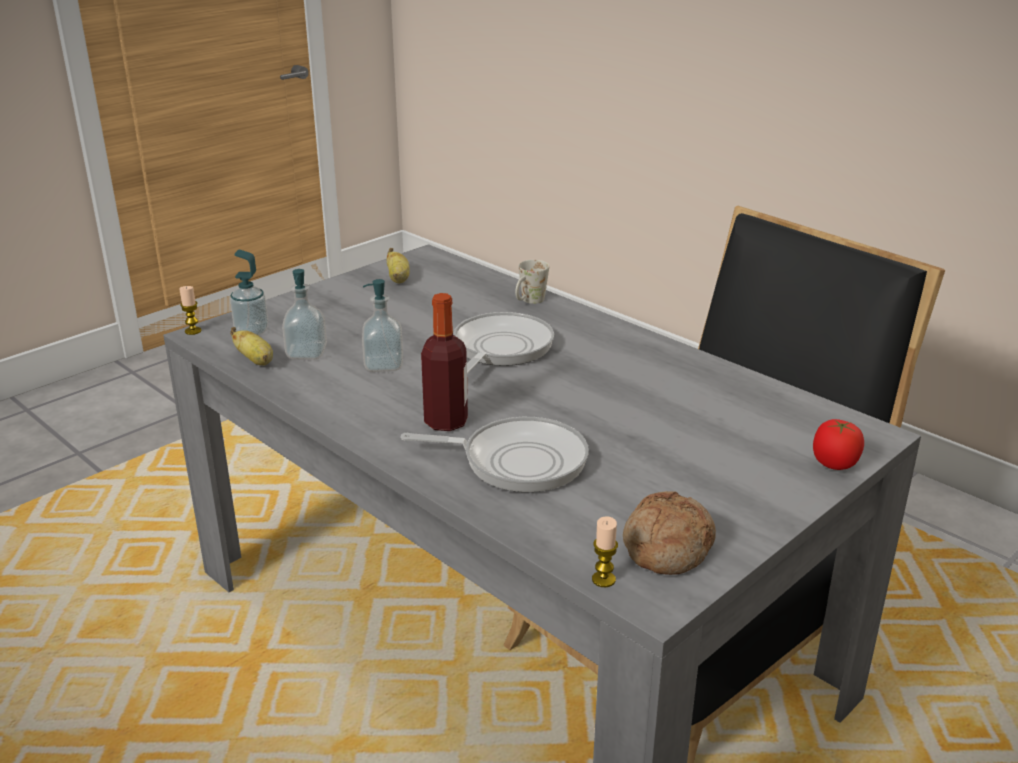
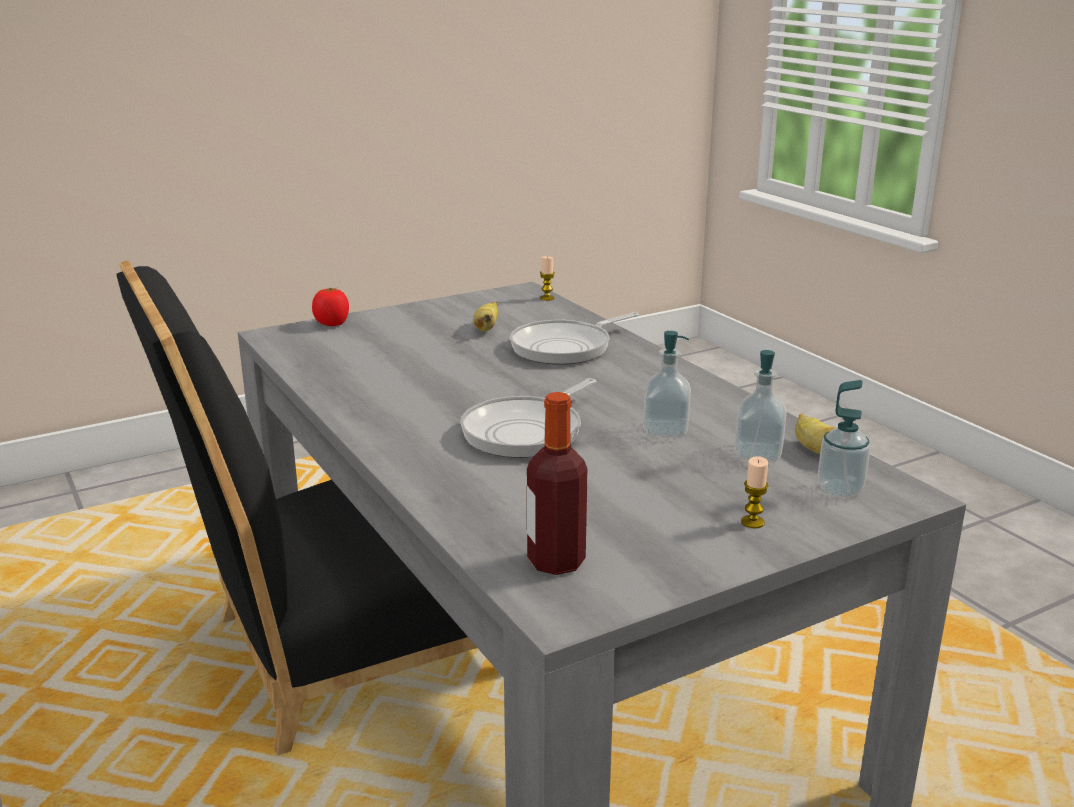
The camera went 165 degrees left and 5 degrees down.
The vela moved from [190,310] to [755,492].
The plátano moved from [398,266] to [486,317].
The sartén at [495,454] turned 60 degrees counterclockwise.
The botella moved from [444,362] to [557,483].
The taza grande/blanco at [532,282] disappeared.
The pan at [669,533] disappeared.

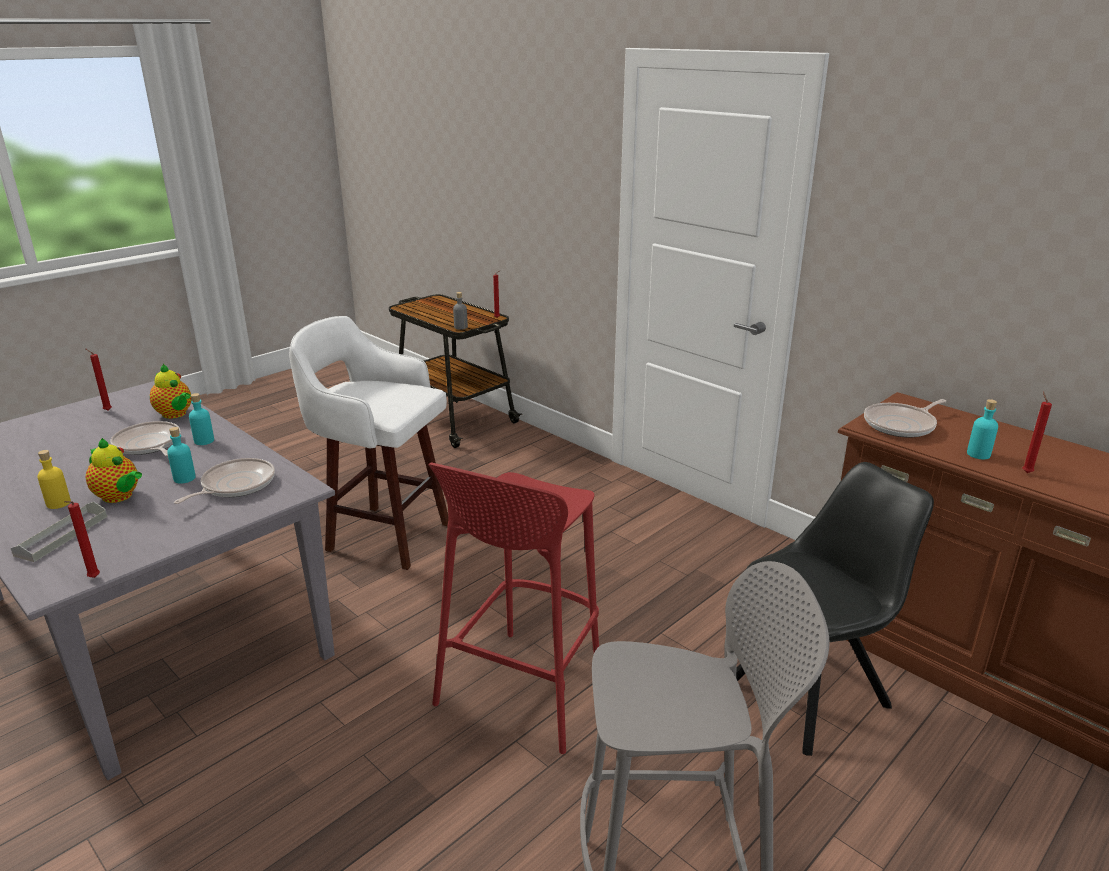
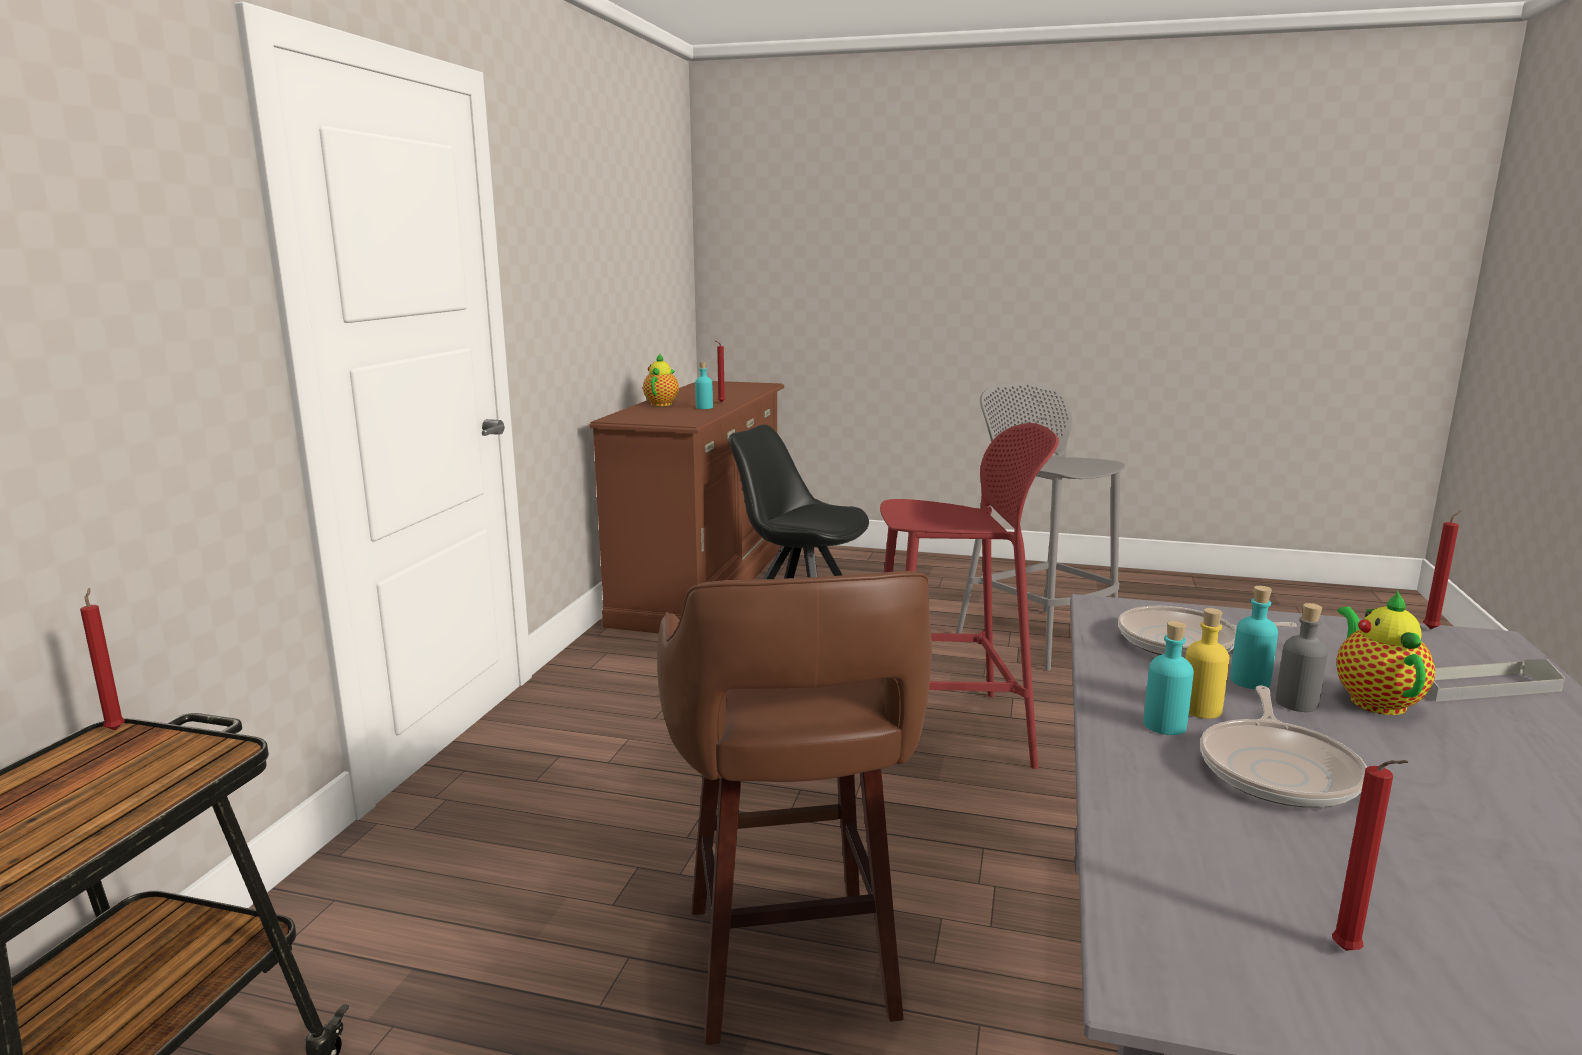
The camera went 120 degrees left and 10 degrees down.
The botella/amarillo moved from [54,479] to [1207,663].
The tetera moved from [171,391] to [661,380].
The taburete/blanco at [369,443] became the taburete/marrón at [794,808].
The botella/gris moved from [460,311] to [1301,657].
The sartén at [905,418] disappeared.

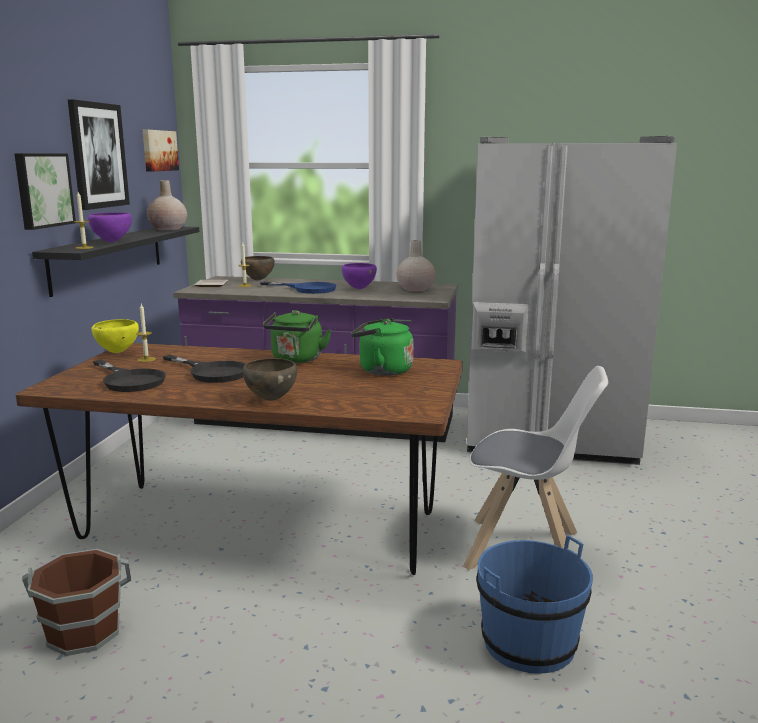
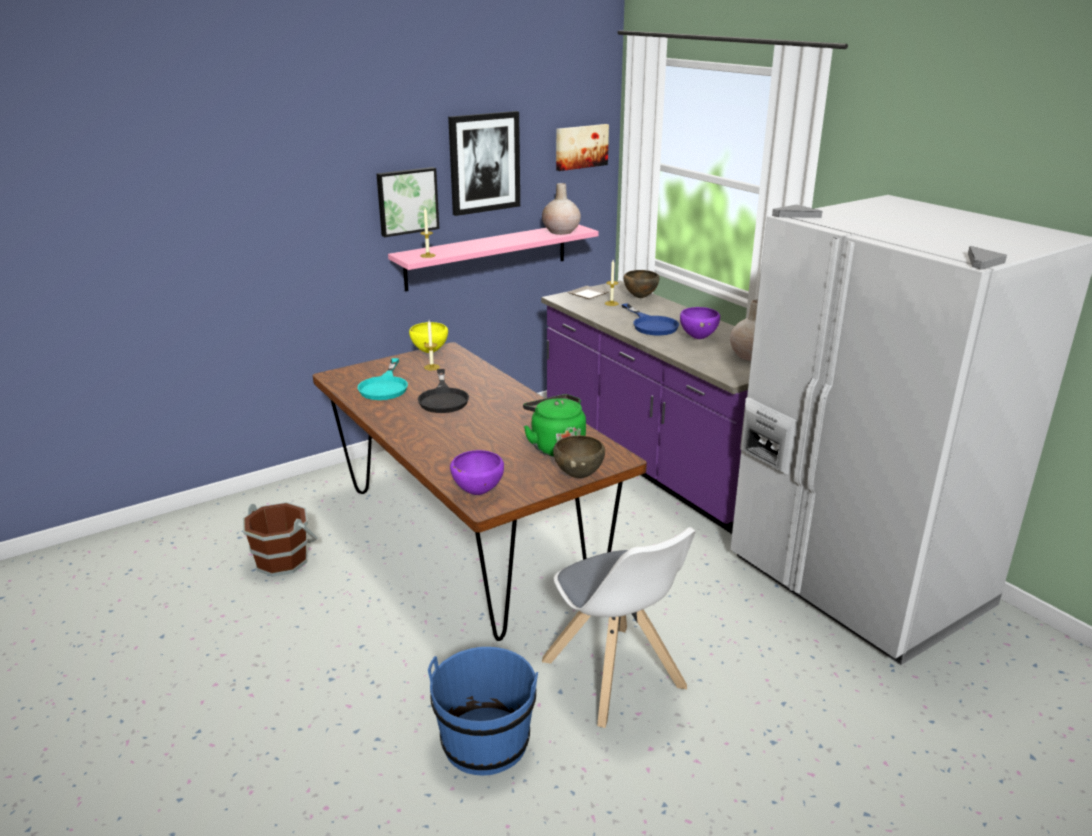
The camera went 45 degrees right and 10 degrees up.
The estante/negro at [115,262] became the estante/rosa at [493,258].
The cuenco/morado moved from [110,227] to [477,472].
The sartén/negro at [129,376] became the sartén/turquesa at [382,379].
The cuenco/marrón moved from [270,379] to [579,456].
The hervidor/verde at [297,336] disappeared.

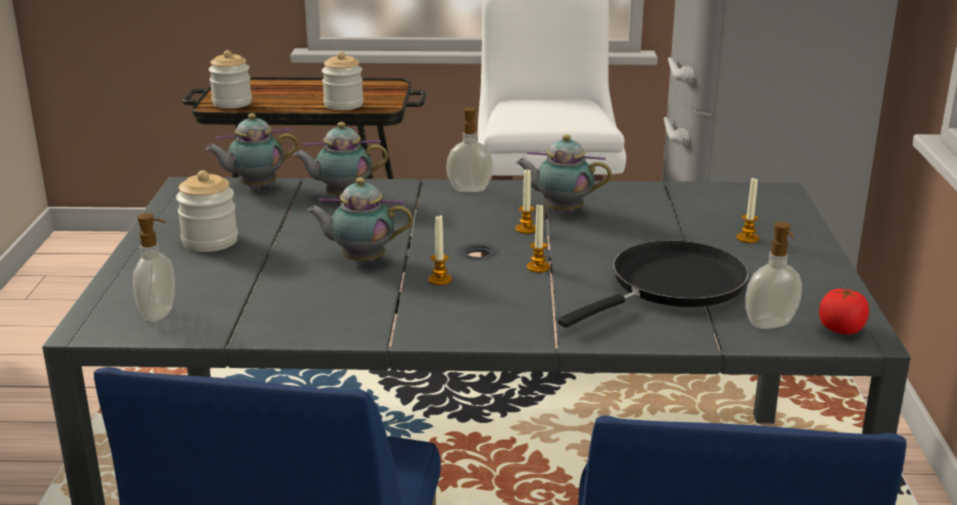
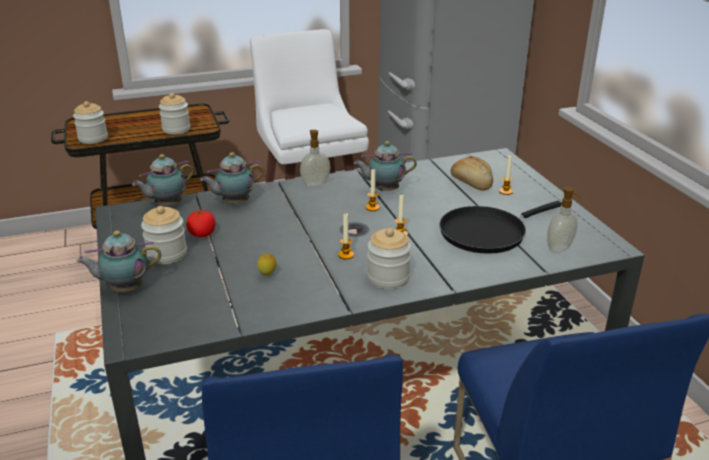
The camera went 20 degrees left and 5 degrees up.
The dispensador de jabón at [154,267] disappeared.
The tetera moved from [360,219] to [119,261].
The sartén/negro at [653,284] turned 150 degrees counterclockwise.
The tomate moved from [844,310] to [201,223].
The limón at [266,264] appeared.
The tarro at [389,258] appeared.
The pan at [472,173] appeared.

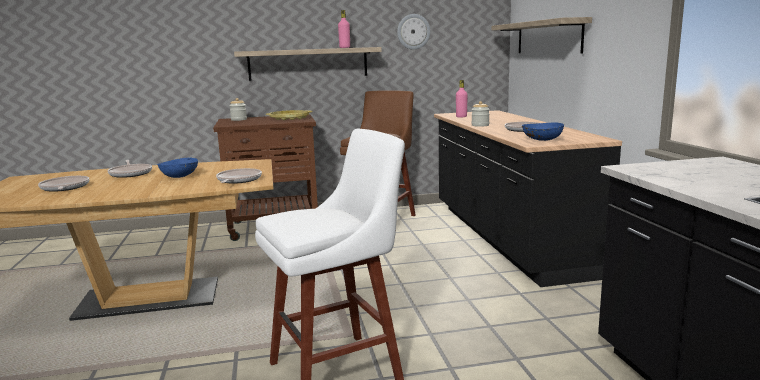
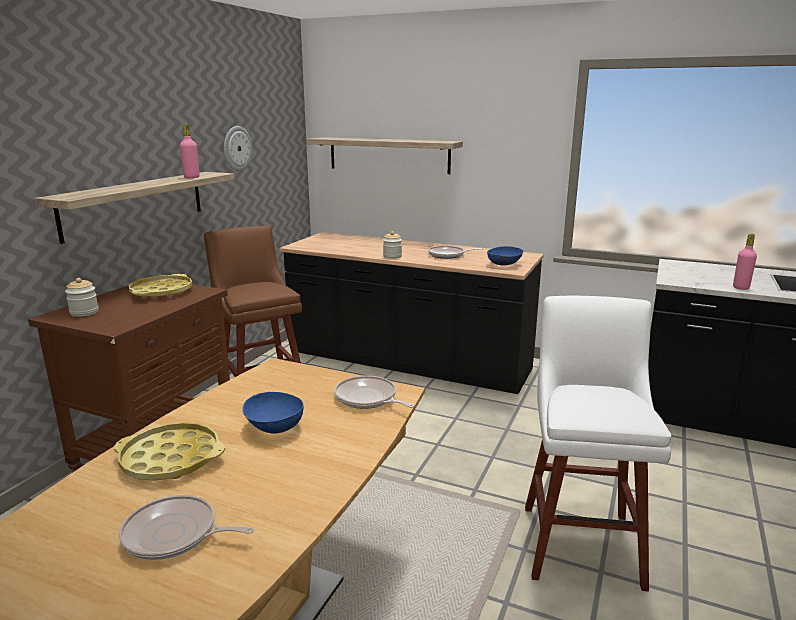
The camera went 55 degrees left and 5 degrees up.
The sartén at [130,169] was replaced by the bandeja/amarillo at [169,451].
The botella/rosa moved from [462,99] to [745,262].

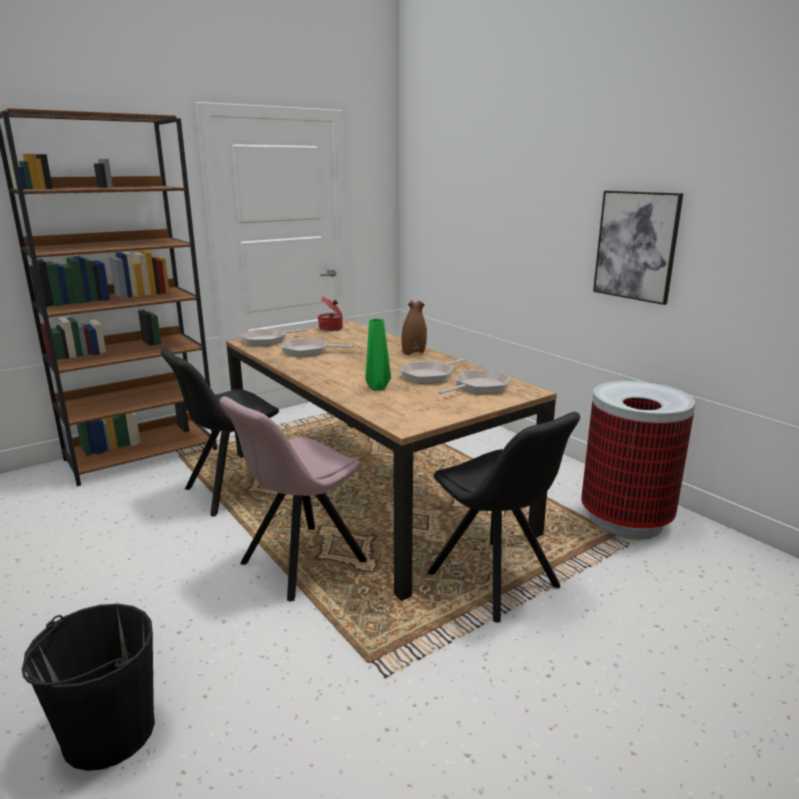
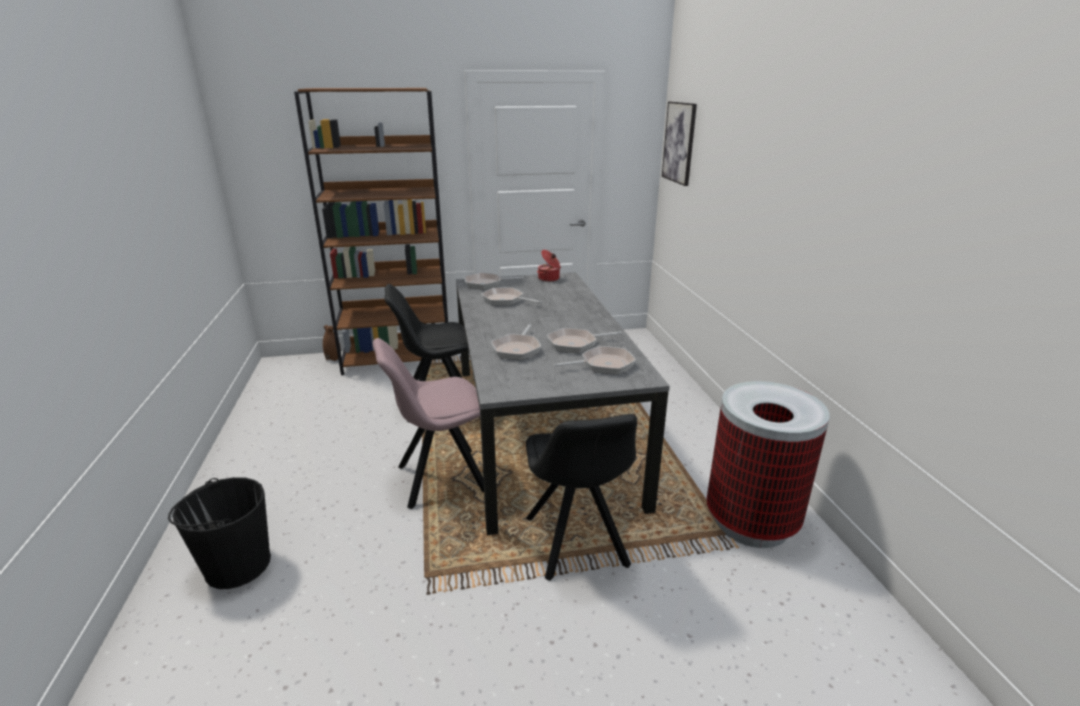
The camera went 25 degrees right and 5 degrees up.
The mesa de comedor/marrón at [391,461] became the mesa de comedor/gris at [563,403].
The florero/verde at [378,355] was replaced by the sartén at [516,342].
The florero/marrón moved from [414,327] to [332,343].
The cuadro moved from [638,248] to [679,144].

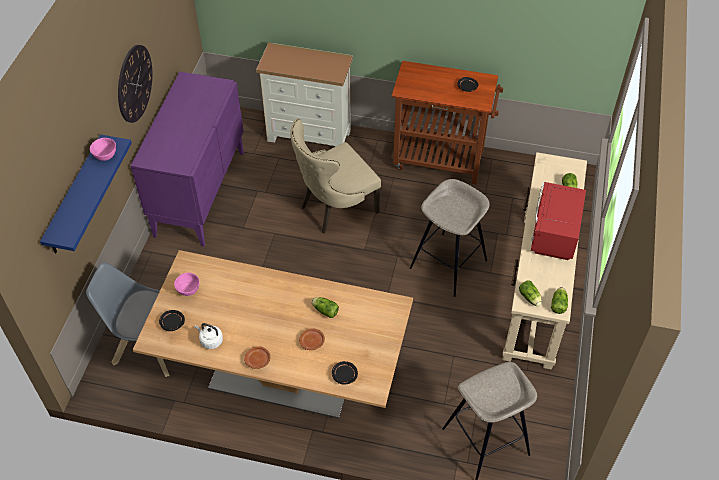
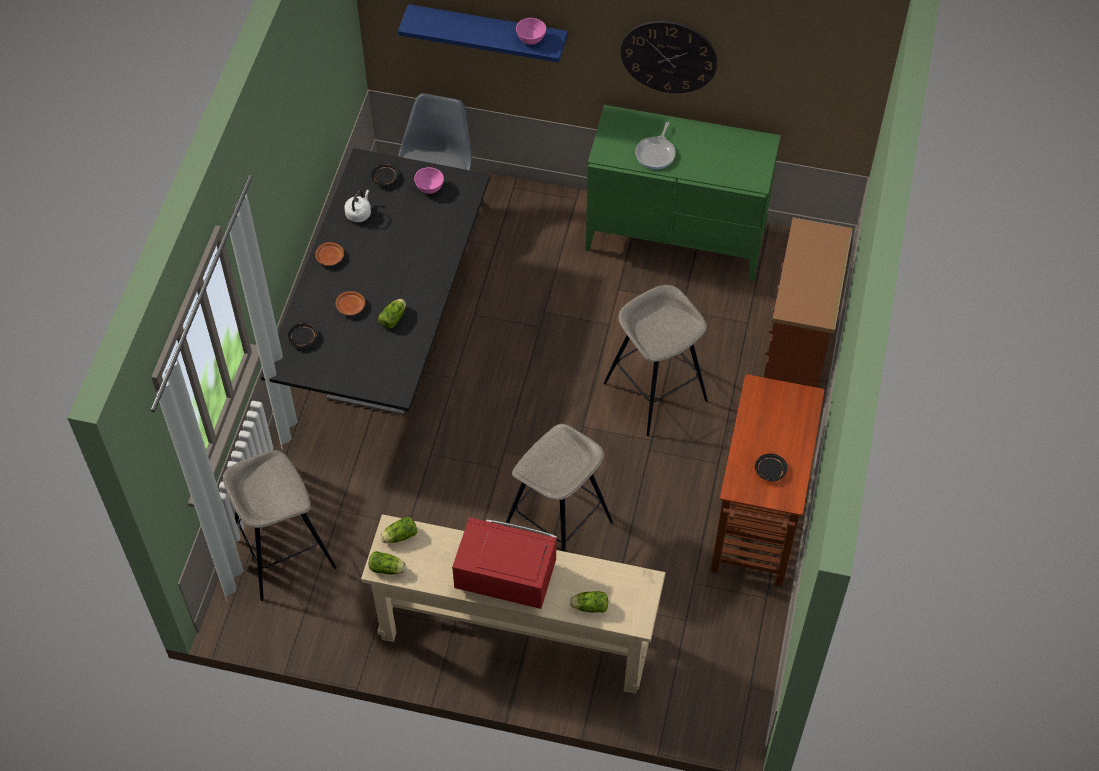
The camera went 90 degrees right and 5 degrees up.
The armario/morado at [187,159] became the armario/verde at [683,193].
The mesa de comedor/beis at [273,334] became the mesa de comedor/negro at [375,281].
The cómoda/blanco at [304,94] became the cómoda/marrón at [808,303].
The silla/beis at [335,176] was replaced by the taburete/gris at [656,360].
The sartén at [655,145] appeared.

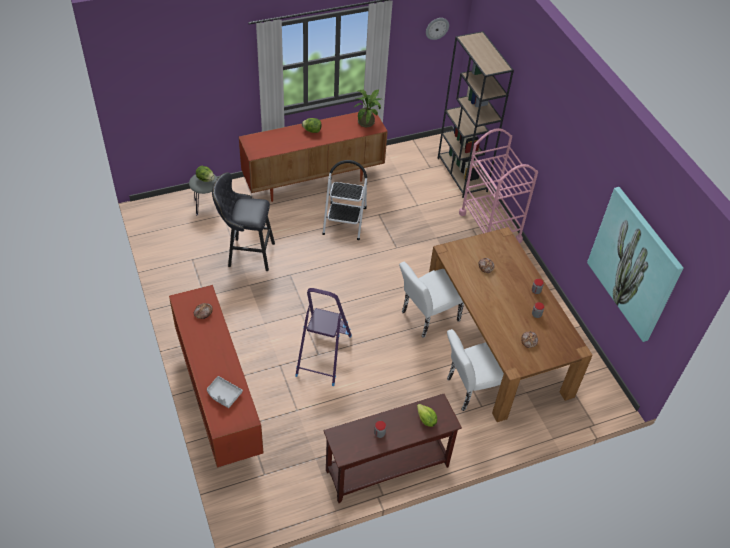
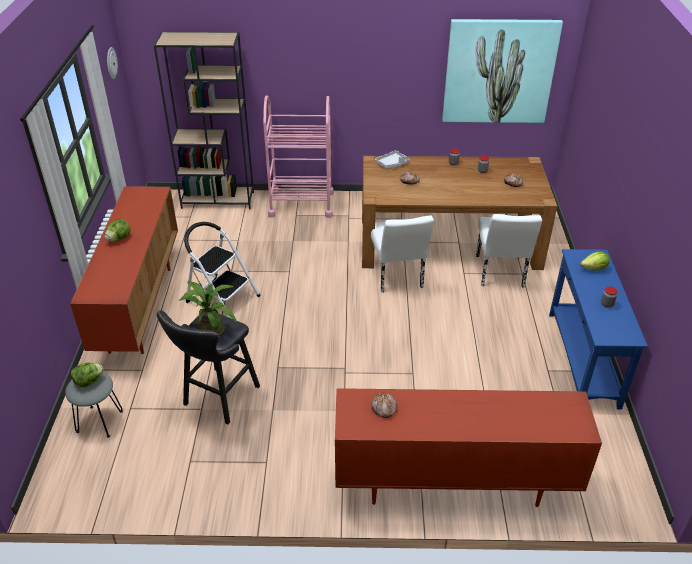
The camera went 65 degrees left and 10 degrees down.
The bandeja/gris moved from [225,392] to [392,159].
The escalera de tijera/morado at [323,337] disappeared.
The mesa consola/marrón at [392,448] became the mesa consola/azul at [598,329].
The planta en maceta moved from [367,108] to [208,308].

